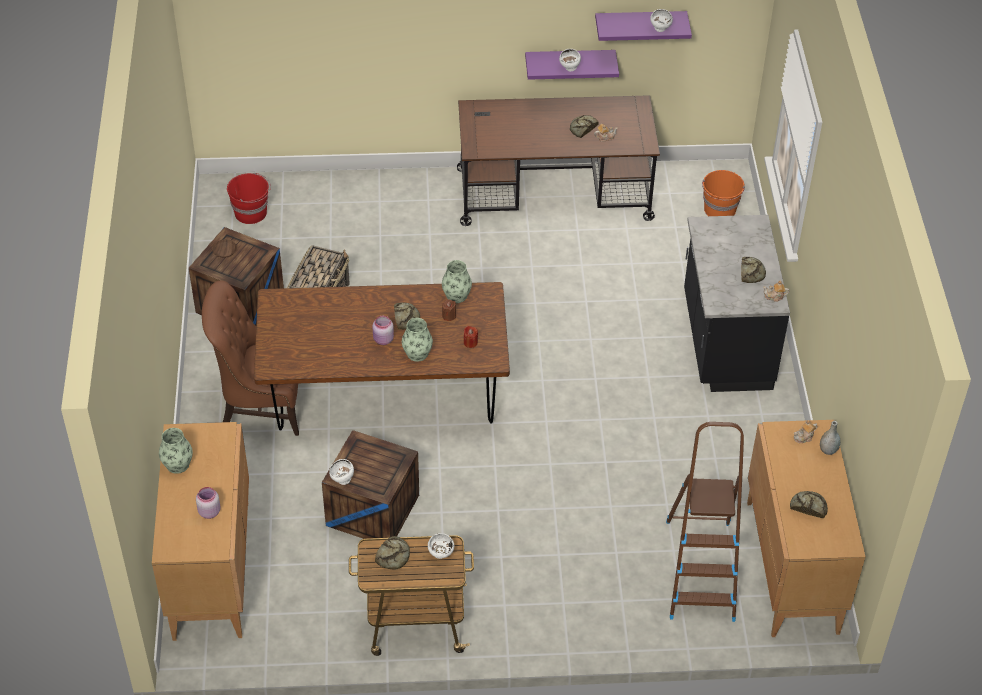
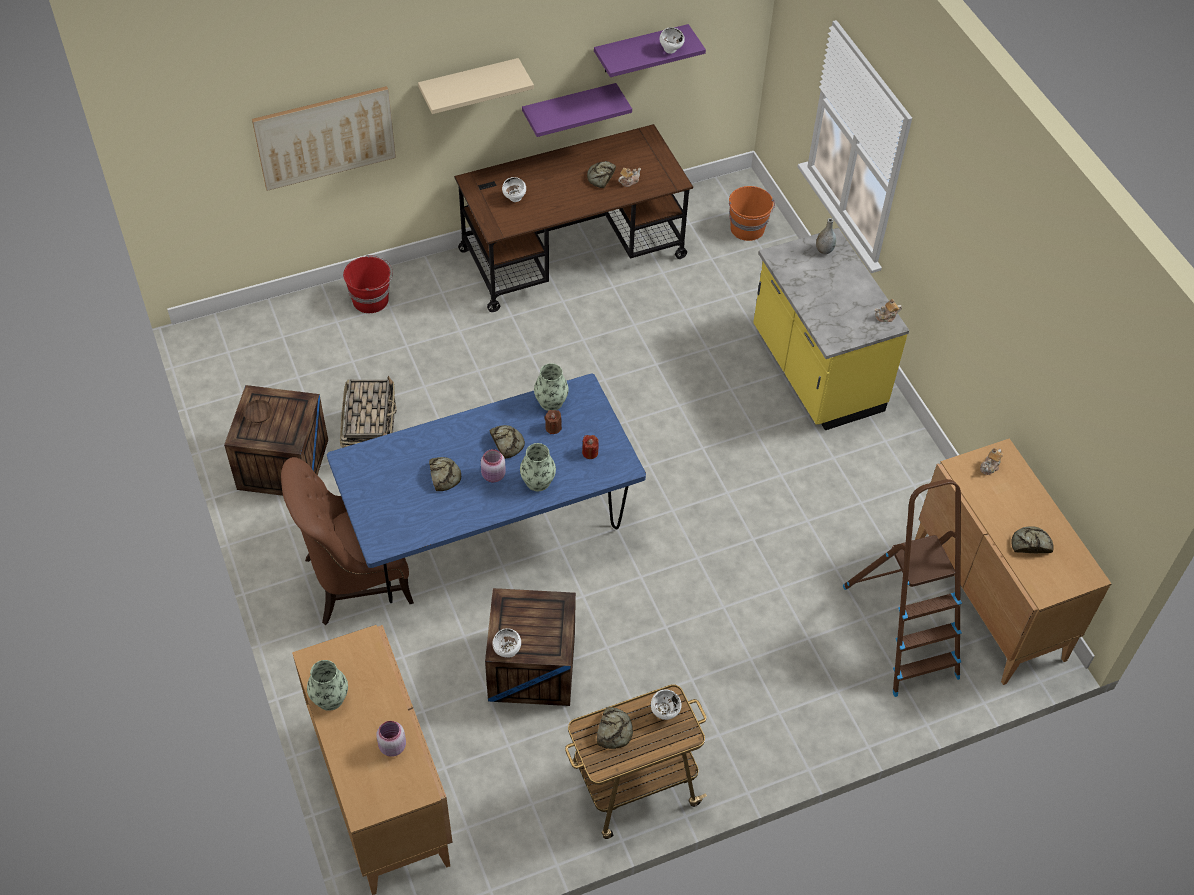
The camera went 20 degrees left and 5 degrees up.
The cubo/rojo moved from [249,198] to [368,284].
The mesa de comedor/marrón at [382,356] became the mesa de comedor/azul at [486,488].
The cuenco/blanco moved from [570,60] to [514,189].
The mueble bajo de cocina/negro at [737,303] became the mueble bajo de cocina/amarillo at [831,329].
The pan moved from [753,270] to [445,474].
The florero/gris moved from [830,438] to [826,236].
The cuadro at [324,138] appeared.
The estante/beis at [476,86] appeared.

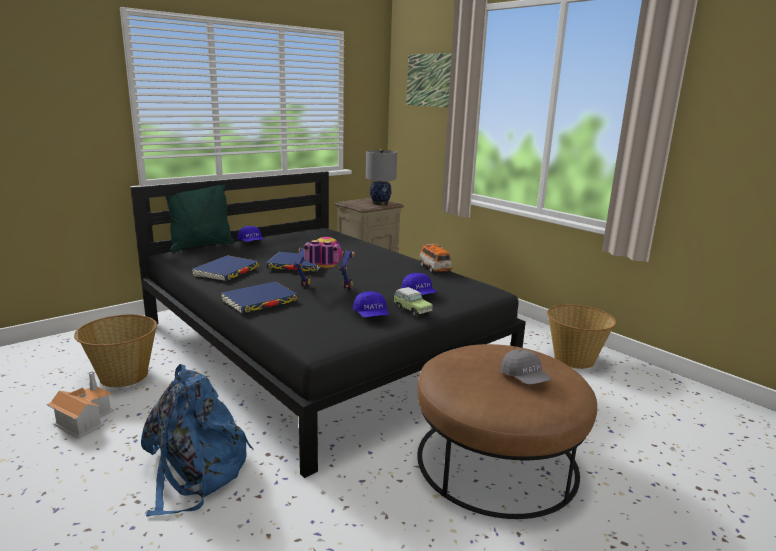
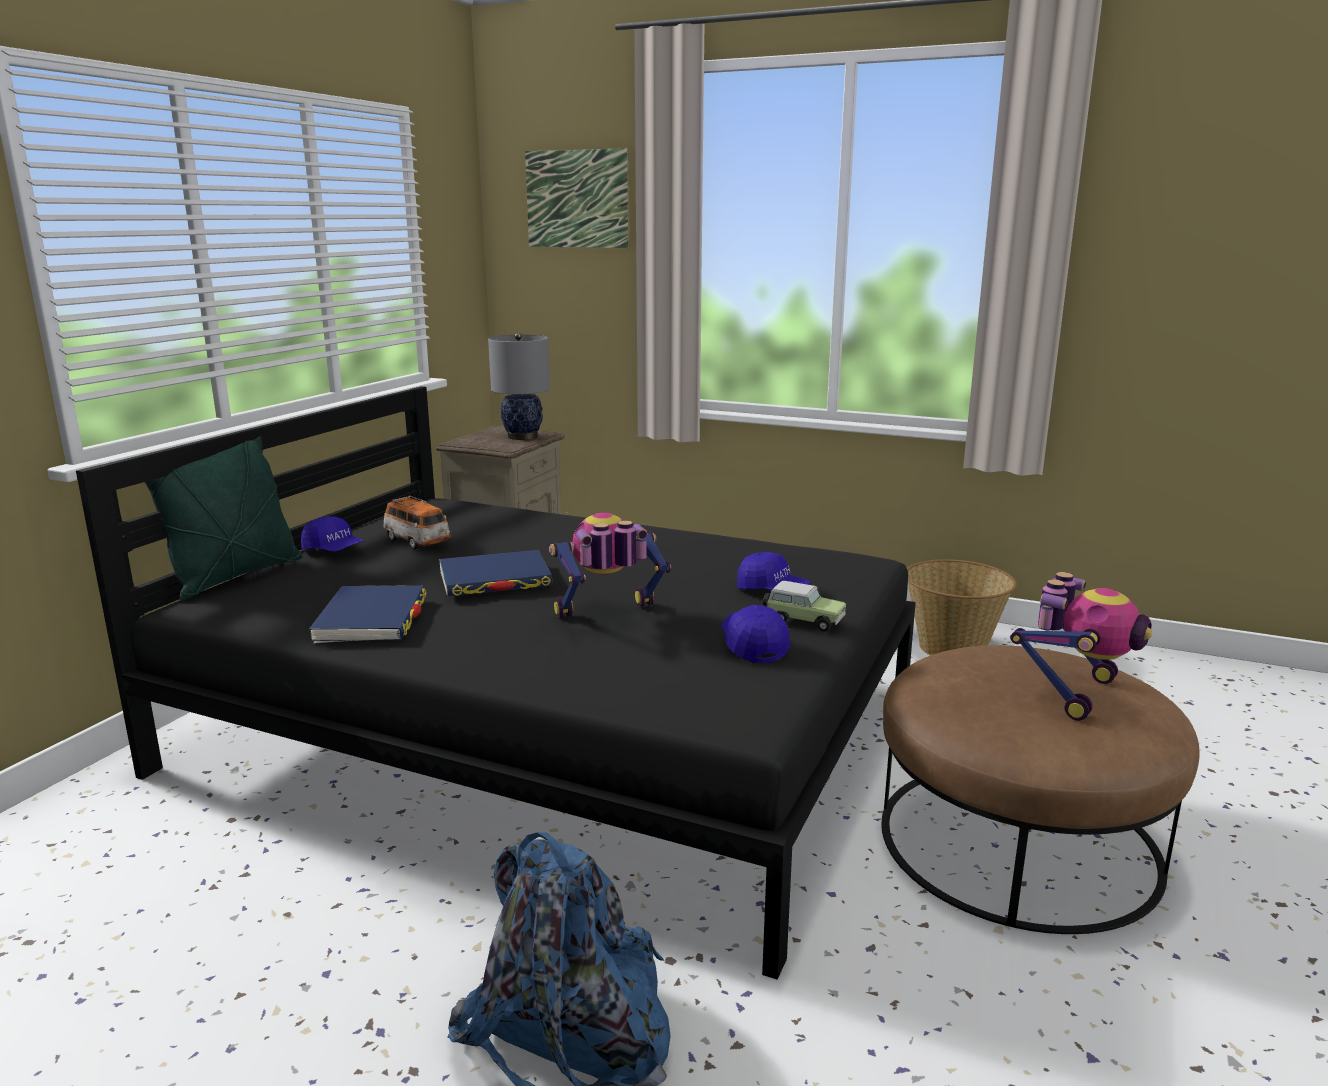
The camera went 25 degrees left and 0 degrees up.
The casita at [80,404] disappeared.
The cesta at [115,351] disappeared.
The libro/azul at [259,297] disappeared.
The gorra/azul at [371,304] turned 150 degrees counterclockwise.
The coche de juguete moved from [435,258] to [417,522].
The gorra/gris at [526,367] was replaced by the robot de juguete at [1081,646].

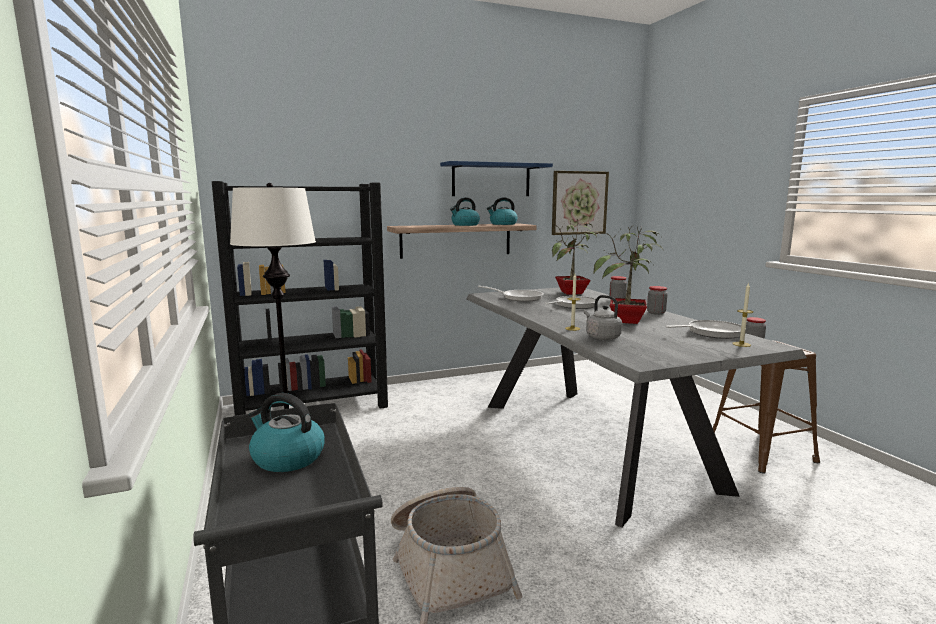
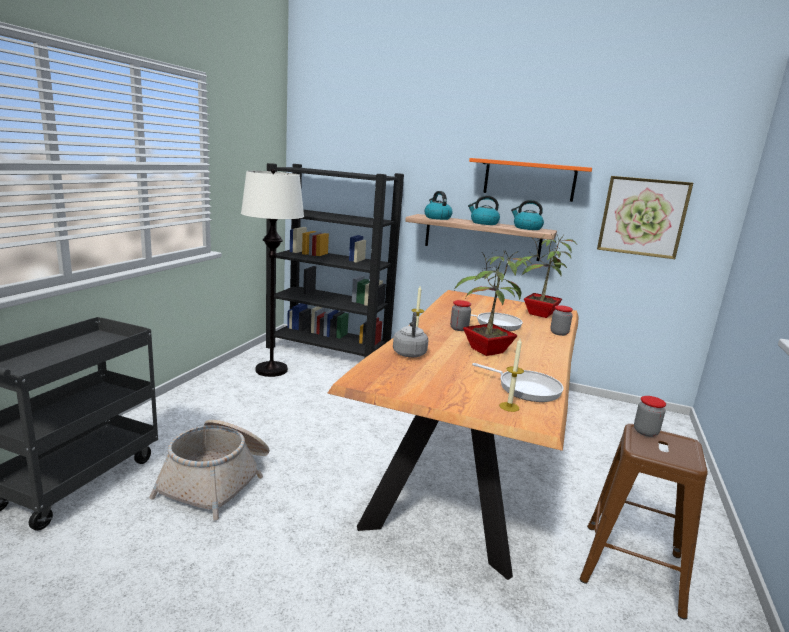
The camera went 40 degrees right and 5 degrees up.
The hervidor moved from [286,432] to [438,205].
The estante/azul at [496,178] became the estante/naranja at [530,180].
The mesa de comedor/gris at [636,407] became the mesa de comedor/marrón at [453,435].
The sartén at [511,294] disappeared.
The tarro moved from [657,300] to [460,315].

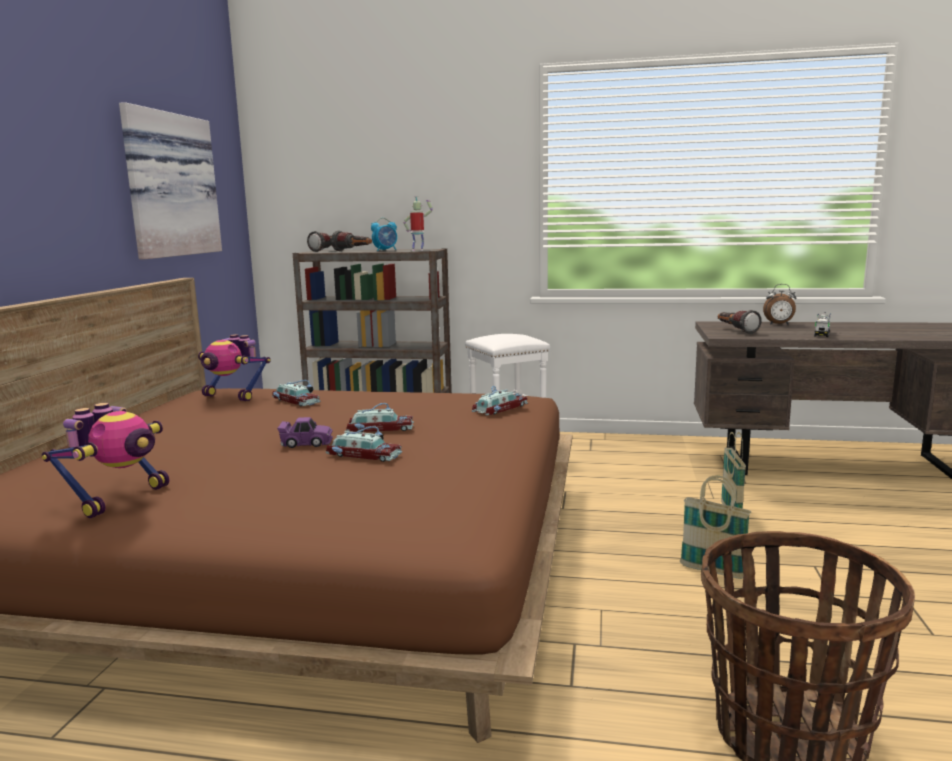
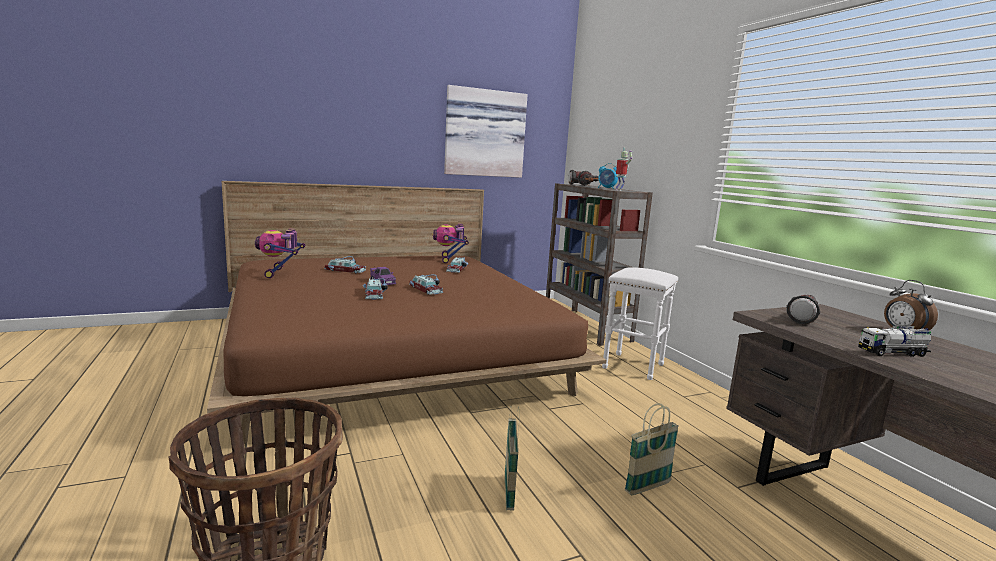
The camera went 55 degrees right and 0 degrees up.
The robot de juguete at [105,460] turned 90 degrees clockwise.
The coche de juguete moved from [500,401] to [345,265].

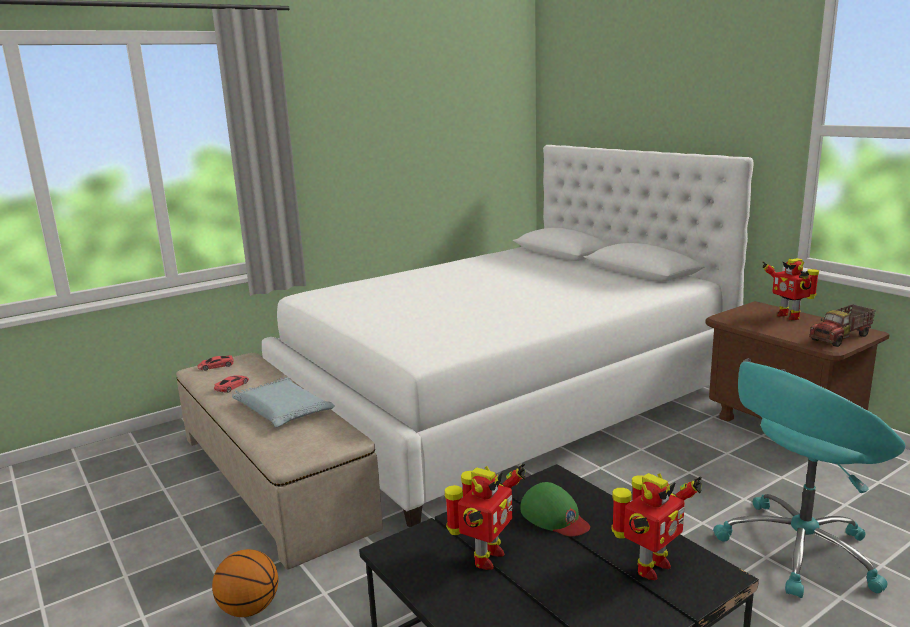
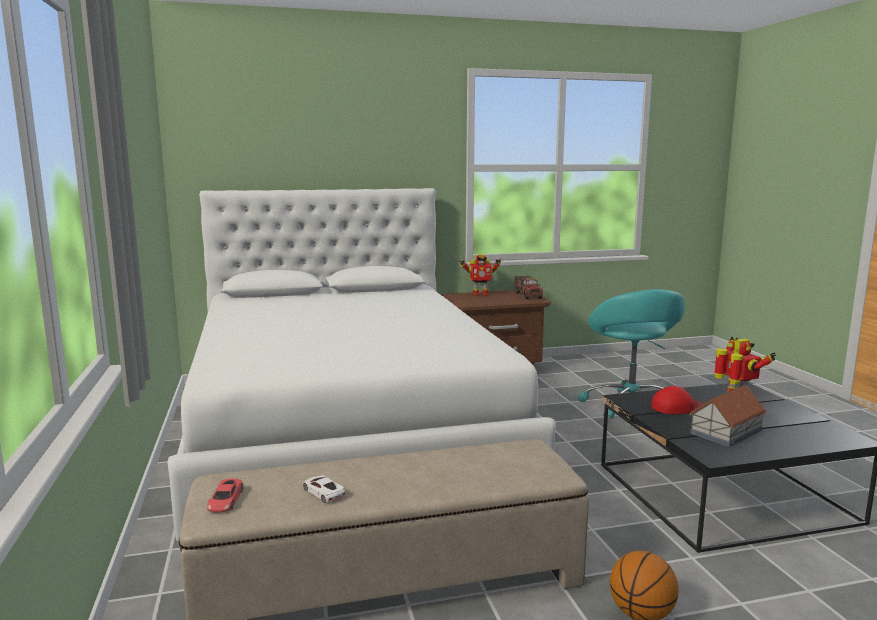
The camera went 70 degrees left and 5 degrees down.
The coche de juguete/rojo at [231,384] became the coche de juguete/blanco at [323,489].
The cojín/azul at [283,402] disappeared.
The robot de juguete at [485,516] was replaced by the casita at [728,416].
The gorra/verde at [555,509] became the gorra/rojo at [677,400].

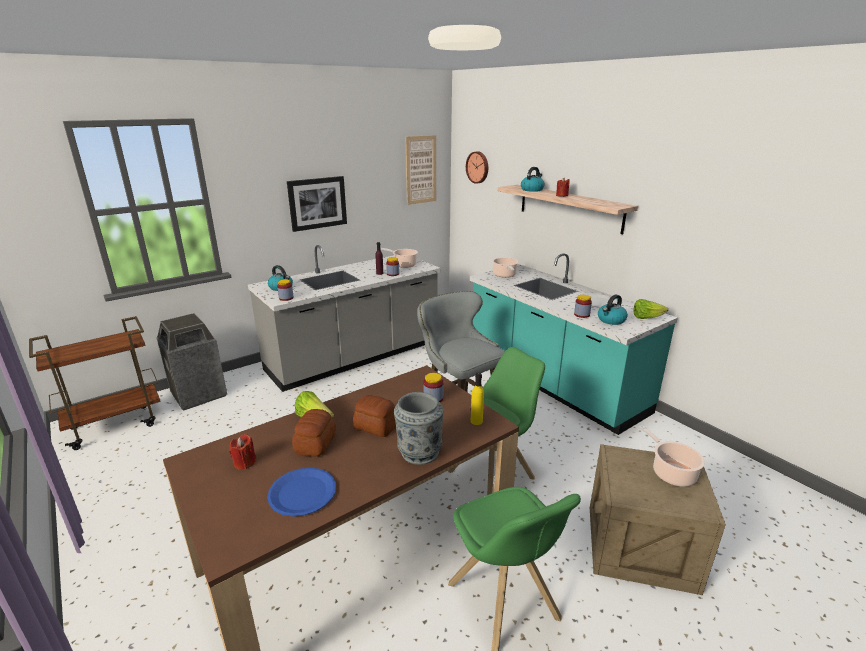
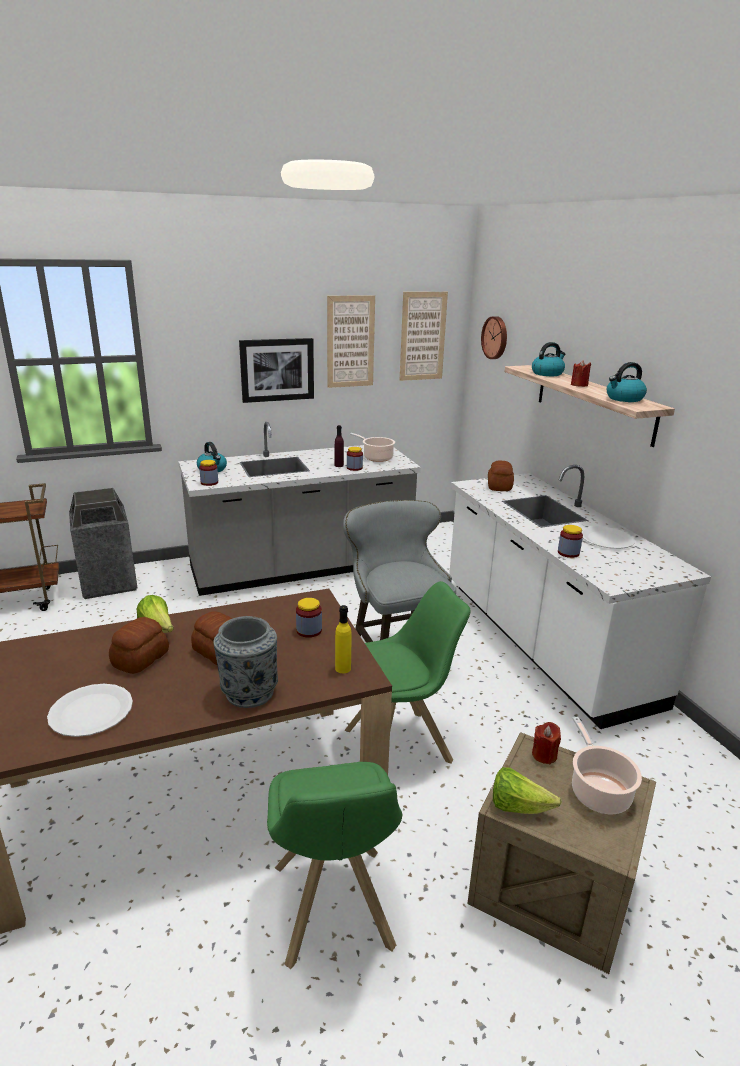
The camera went 15 degrees right and 0 degrees up.
The vela/rojo moved from [242,452] to [546,743].
The plato/azul at [301,492] became the plato/blanco at [90,710].
The mueble bajo de cocina/turquesa at [574,344] became the mueble bajo de cocina/blanco at [580,597].
The olla at [505,267] was replaced by the pan at [501,475].
The hervidor moved from [613,310] to [627,382].
The lechuga moved from [650,309] to [527,790].
The cuadro at [351,341] appeared.

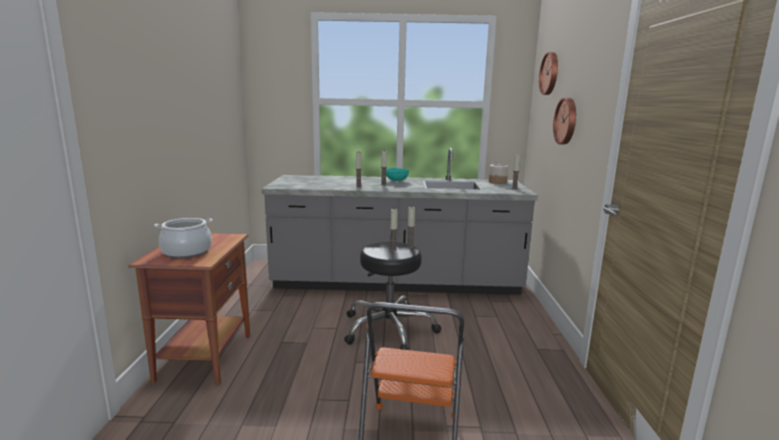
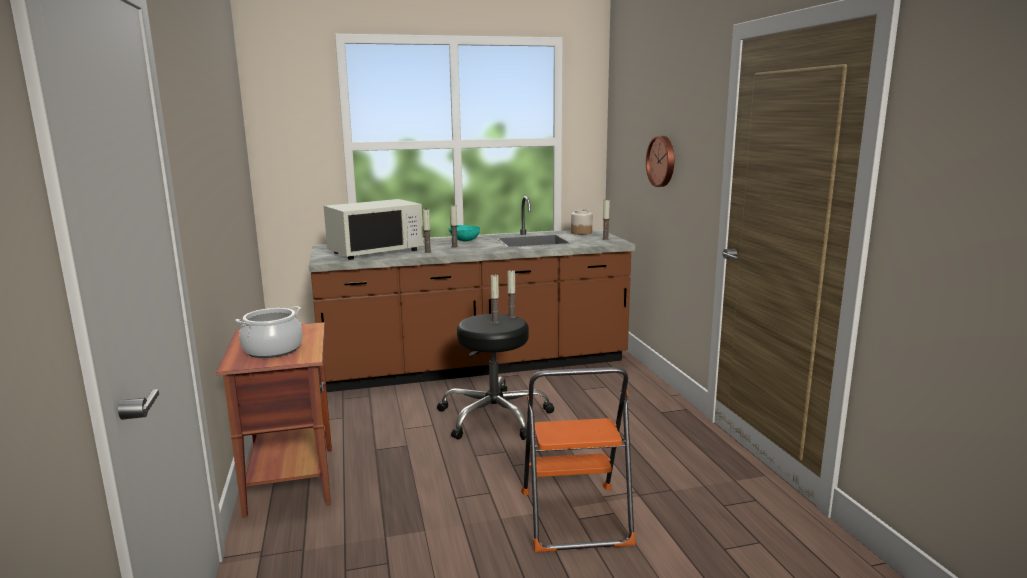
The camera went 15 degrees left and 0 degrees up.
The mueble bajo de cocina/gris at [400,221] became the mueble bajo de cocina/marrón at [472,294].
The reloj de pared at [548,73] disappeared.
The microondas/blanco at [374,229] appeared.

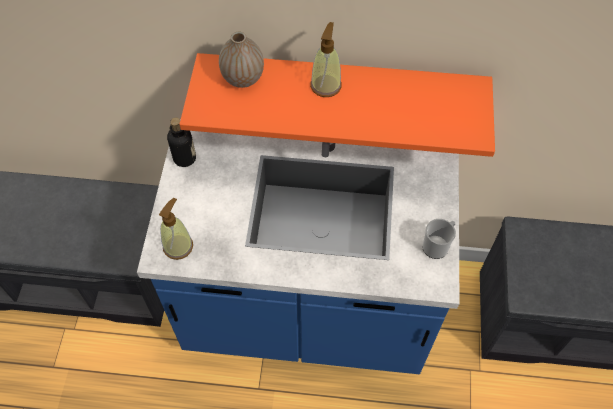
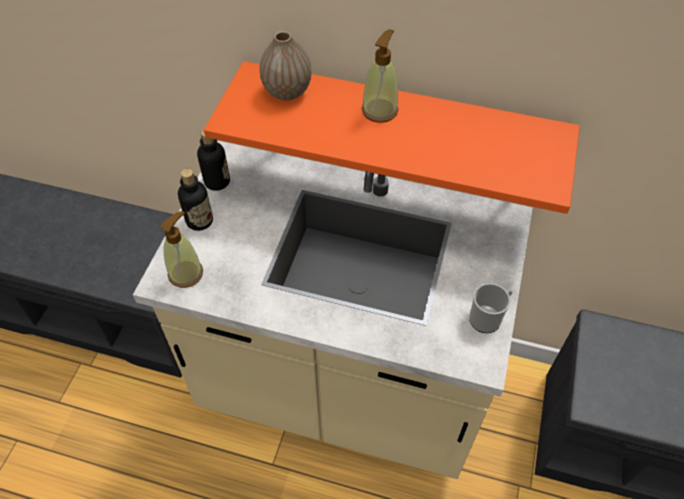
The camera went 10 degrees right and 5 degrees down.
The mueble bajo de cocina/azul at [298,246] became the mueble bajo de cocina/beis at [333,310].
The botella at [195,200] appeared.

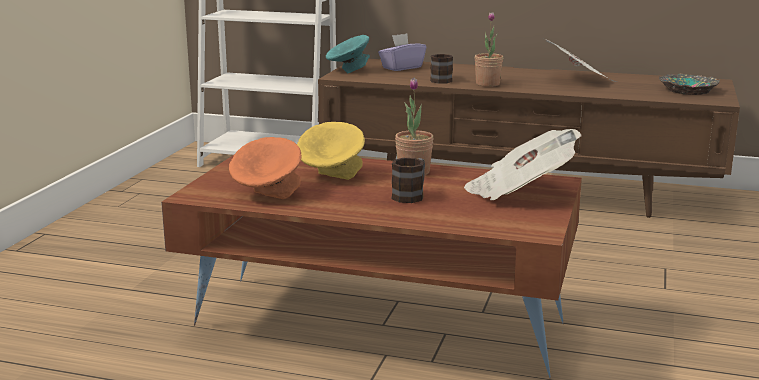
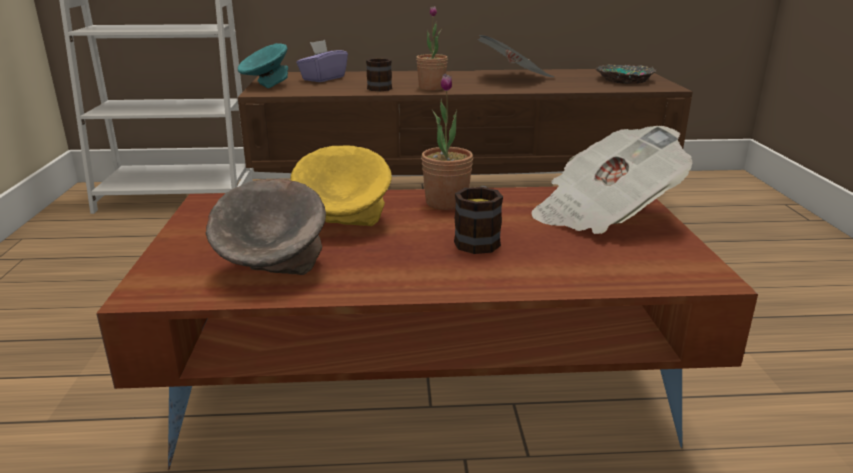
The camera went 20 degrees left and 5 degrees up.
The cuenco/naranja at [265,168] became the cuenco/gris at [265,227].

